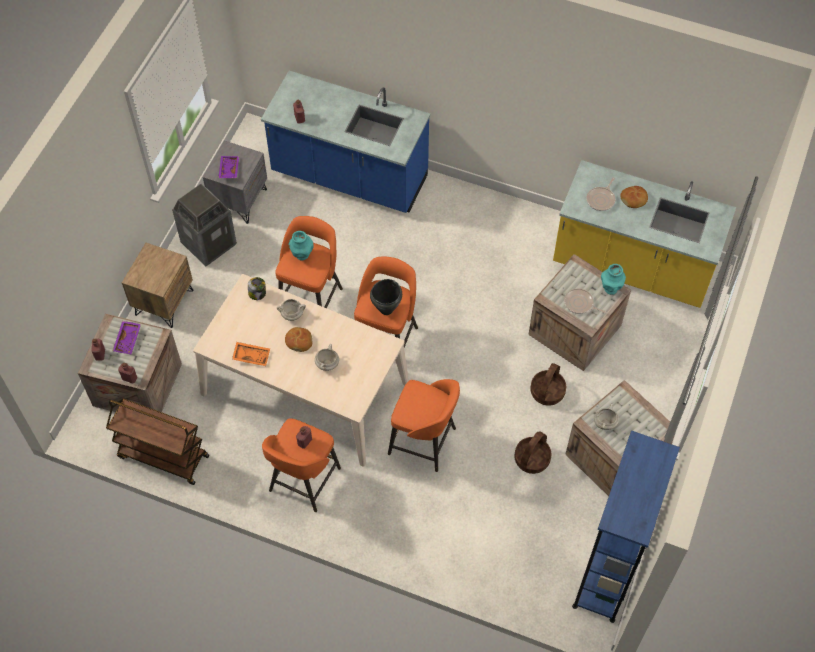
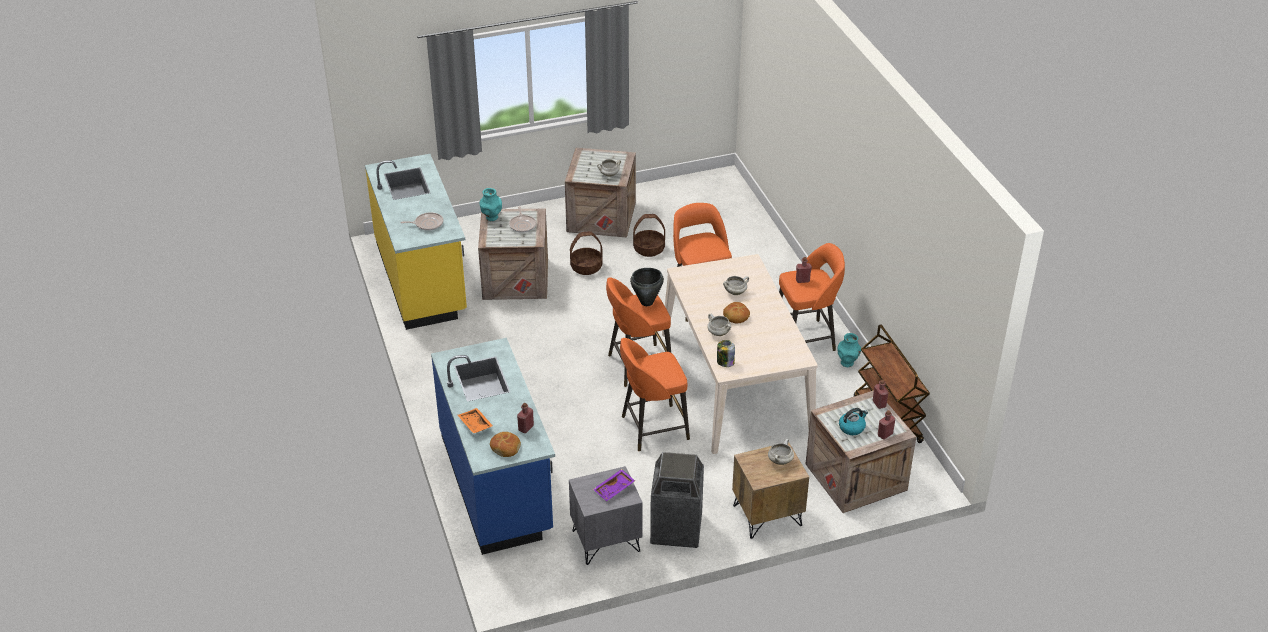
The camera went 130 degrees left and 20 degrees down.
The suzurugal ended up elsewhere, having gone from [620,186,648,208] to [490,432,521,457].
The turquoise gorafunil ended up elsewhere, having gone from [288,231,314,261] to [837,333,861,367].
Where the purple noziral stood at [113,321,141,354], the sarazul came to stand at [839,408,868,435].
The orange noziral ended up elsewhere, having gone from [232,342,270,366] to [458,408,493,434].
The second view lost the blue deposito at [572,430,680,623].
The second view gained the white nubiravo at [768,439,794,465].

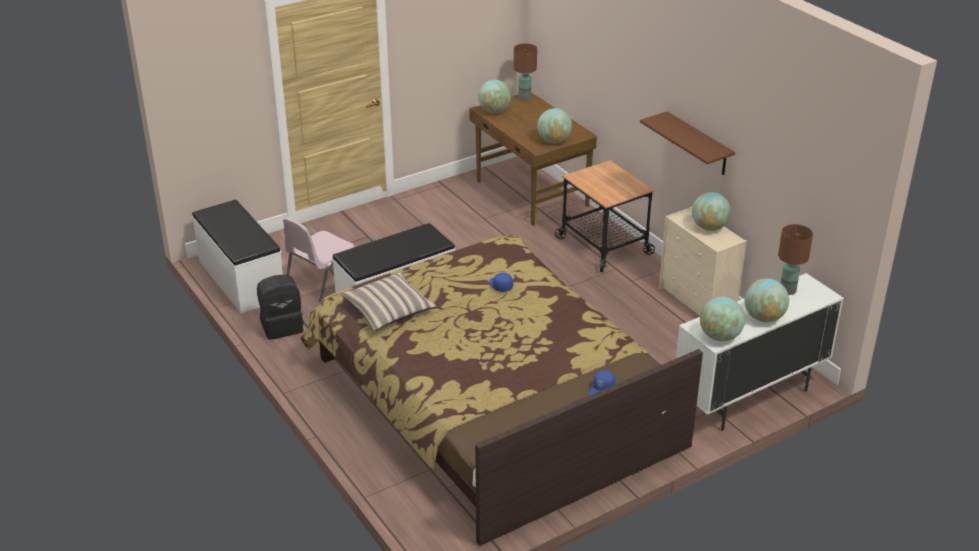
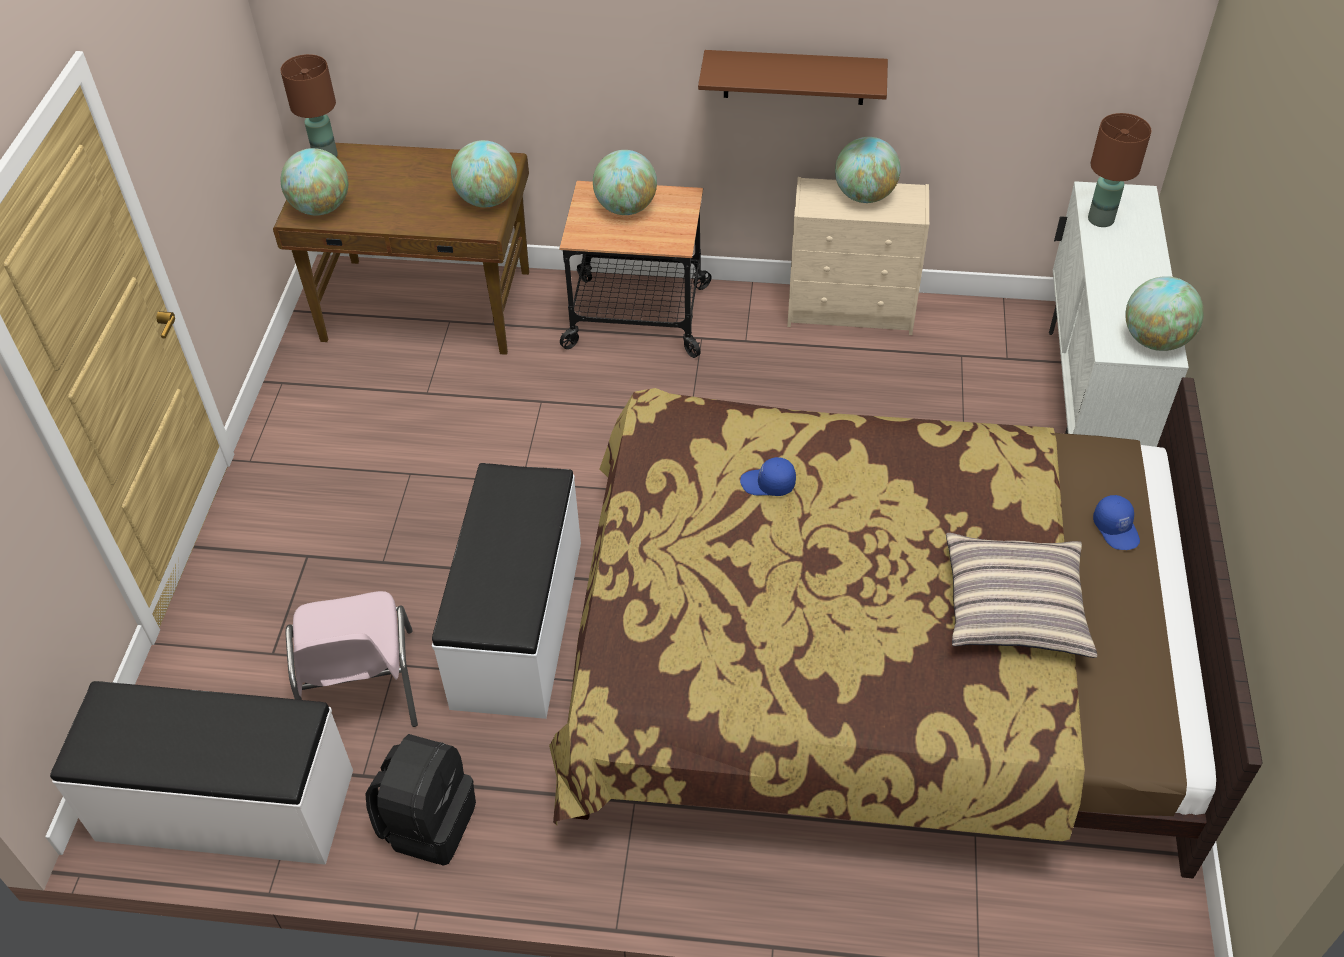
The camera went 50 degrees left and 15 degrees up.
The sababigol ended up elsewhere, having gone from [341,272,437,331] to [946,533,1097,658].
The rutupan ended up elsewhere, having gone from [744,278,789,322] to [593,150,657,215].

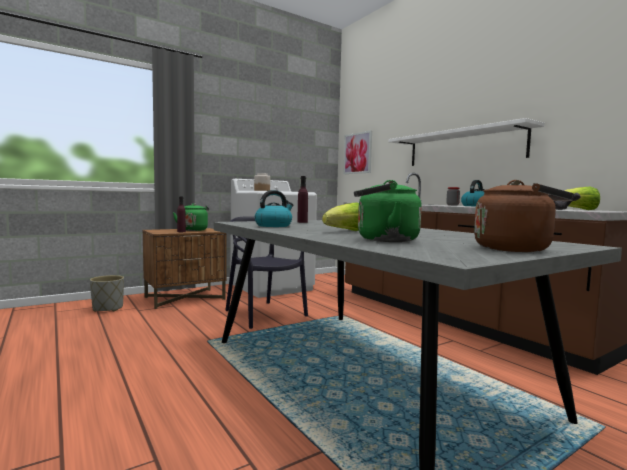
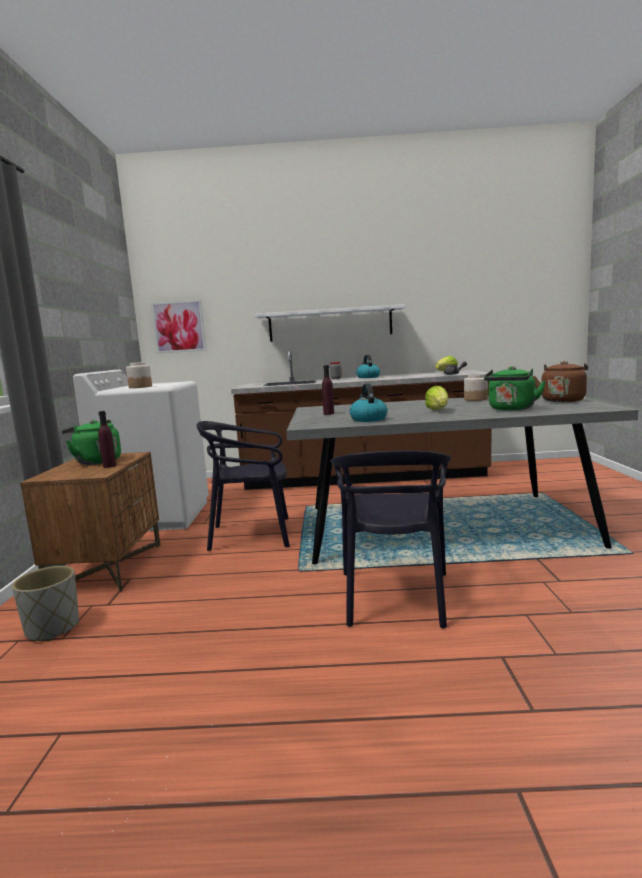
The camera went 55 degrees left and 5 degrees up.
The second view gained the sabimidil at [464,374,488,401].
The second view gained the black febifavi at [330,451,452,628].

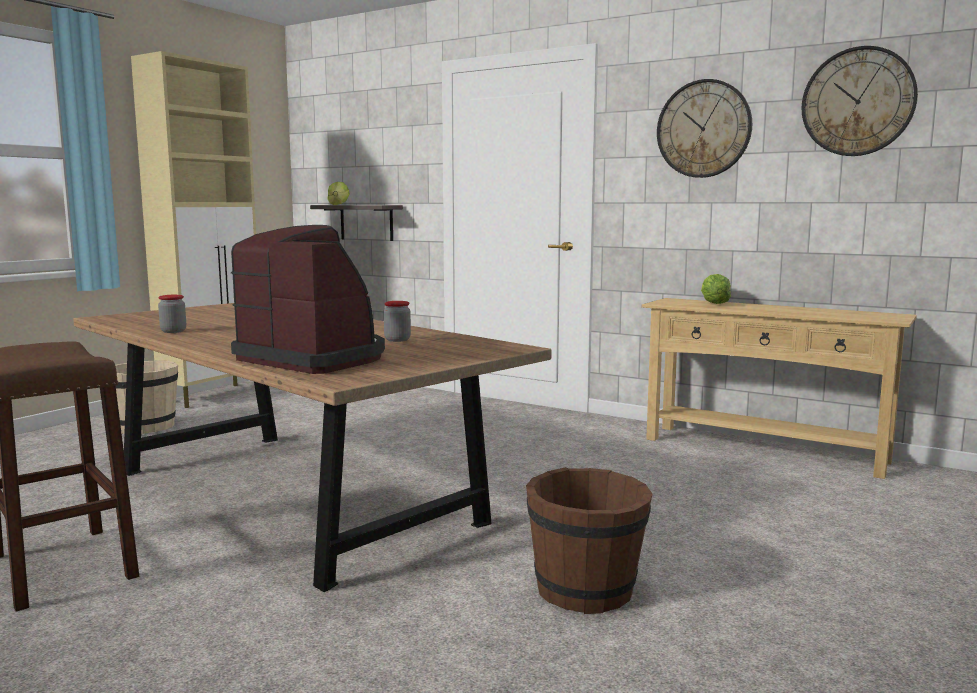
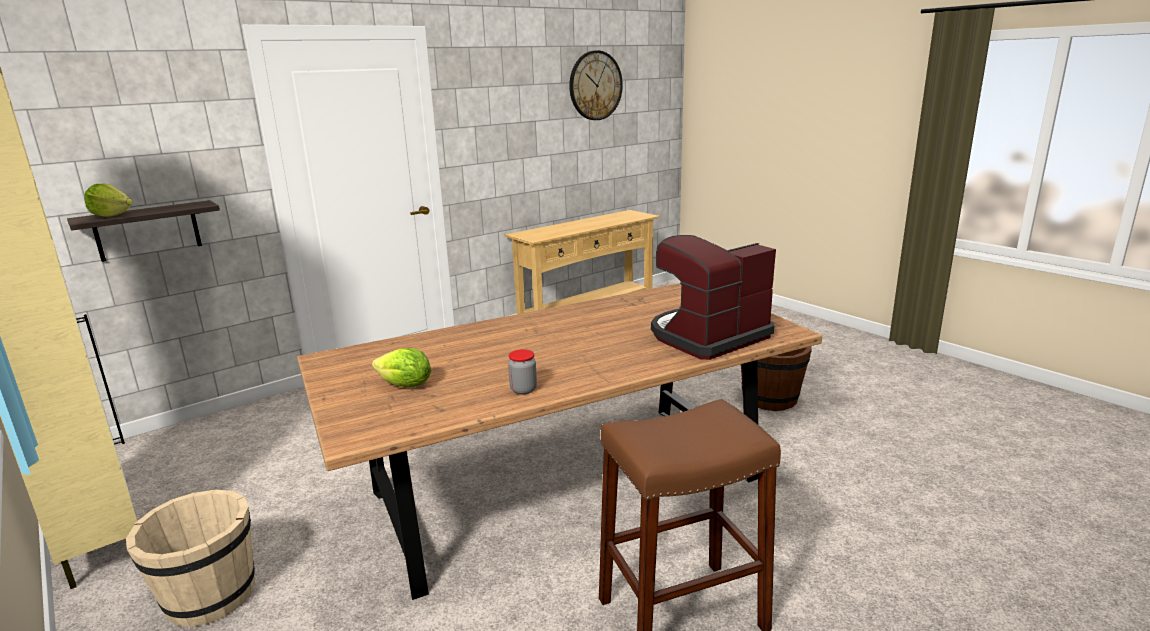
The camera went 70 degrees left and 10 degrees up.
The second view lost the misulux at [657,79,752,178].
The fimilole ended up elsewhere, having gone from [701,274,731,304] to [372,348,431,387].
The second view lost the sabimidil at [384,301,411,342].

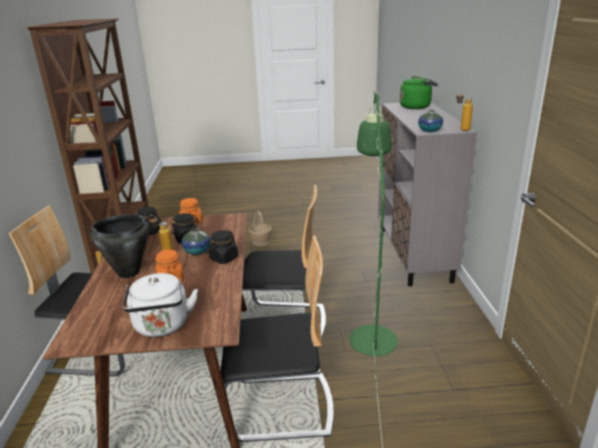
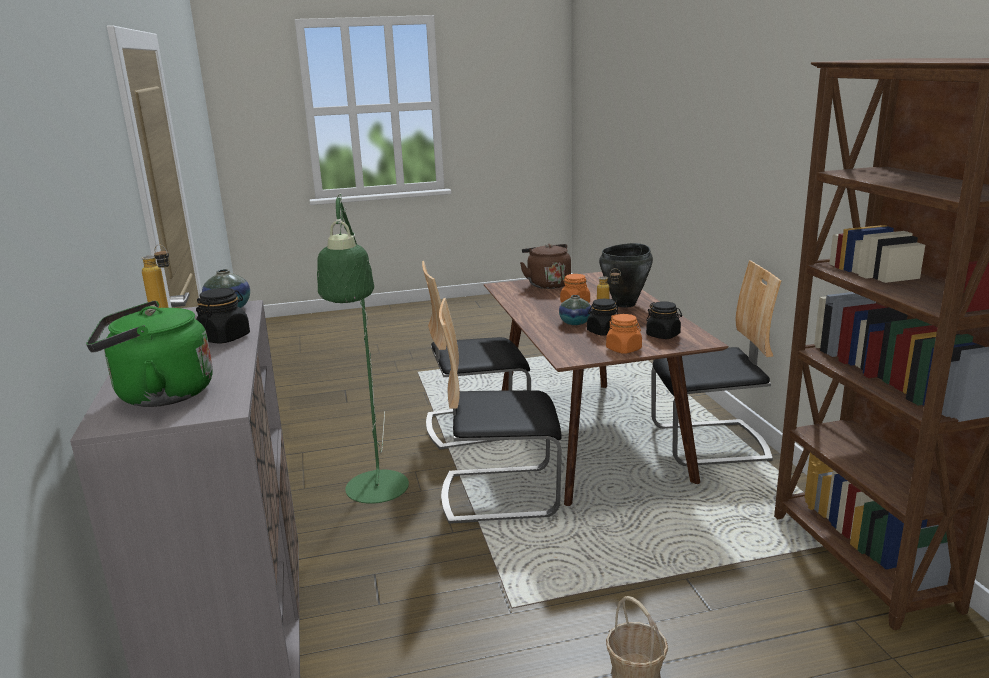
The camera went 170 degrees right and 5 degrees down.
The black sabimidil ended up elsewhere, having gone from [209,230,238,264] to [196,288,250,344].
What was the white sarazul at [122,273,198,337] turned into the brown sarazul at [520,244,571,289].

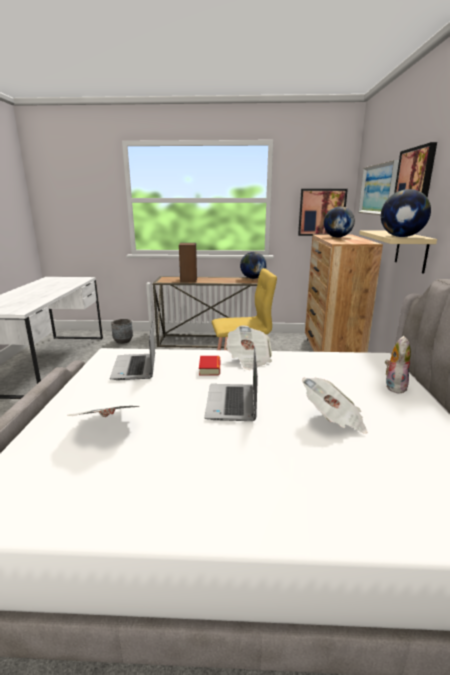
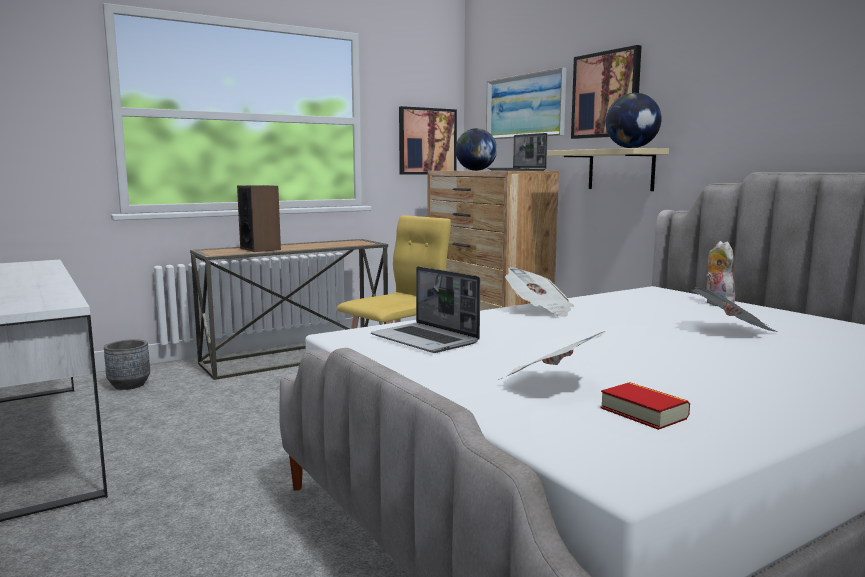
The camera went 35 degrees left and 10 degrees down.
The second view lost the rutupan at [240,252,267,279].
The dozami ended up elsewhere, having gone from [204,347,258,421] to [487,133,547,171].
The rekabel ended up elsewhere, having gone from [199,356,220,376] to [600,382,690,430].

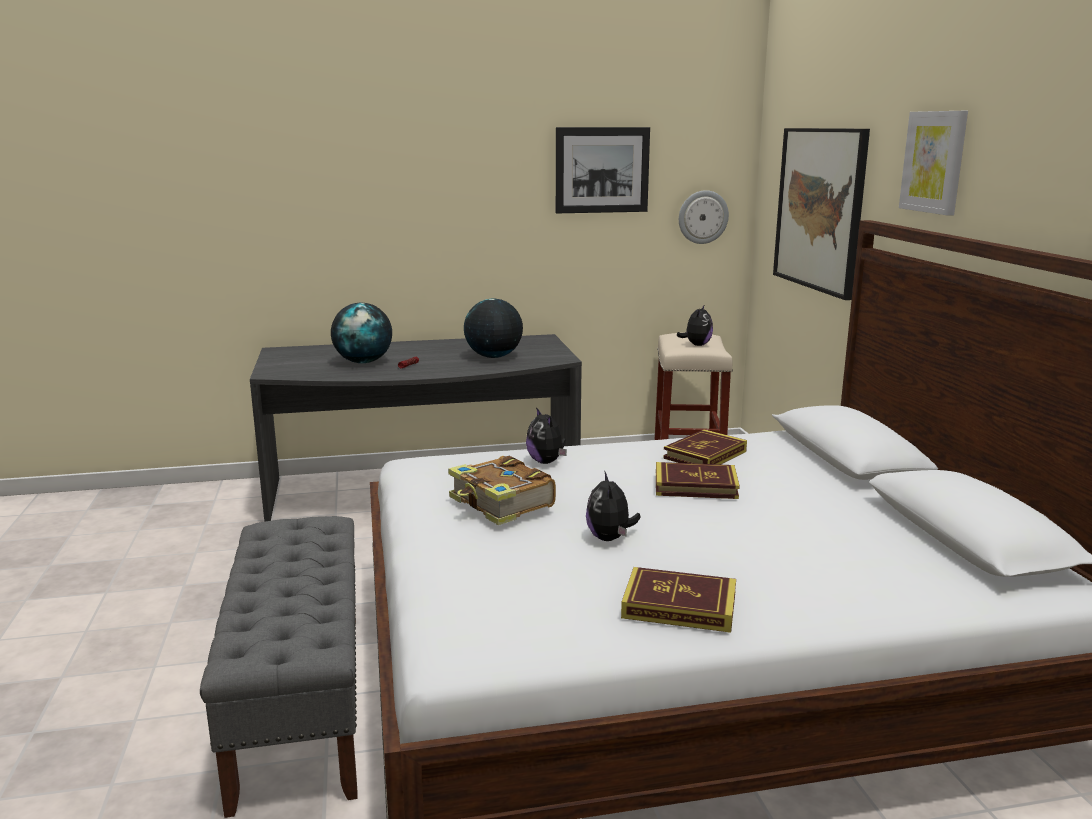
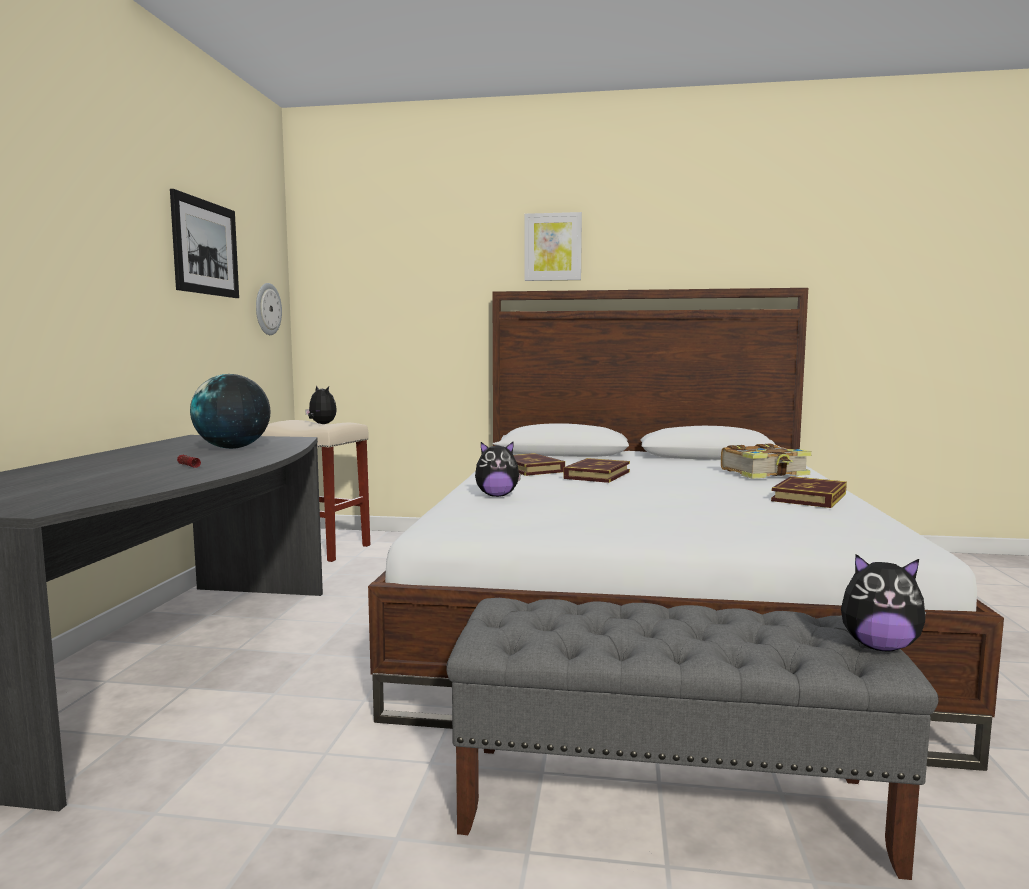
The camera went 70 degrees left and 10 degrees down.
The second view lost the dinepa at [773,128,870,300].
The second view lost the rutupan at [331,303,392,363].
The rekabel ended up elsewhere, having gone from [448,456,556,525] to [721,444,812,479].
The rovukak ended up elsewhere, having gone from [586,471,640,541] to [841,554,926,652].

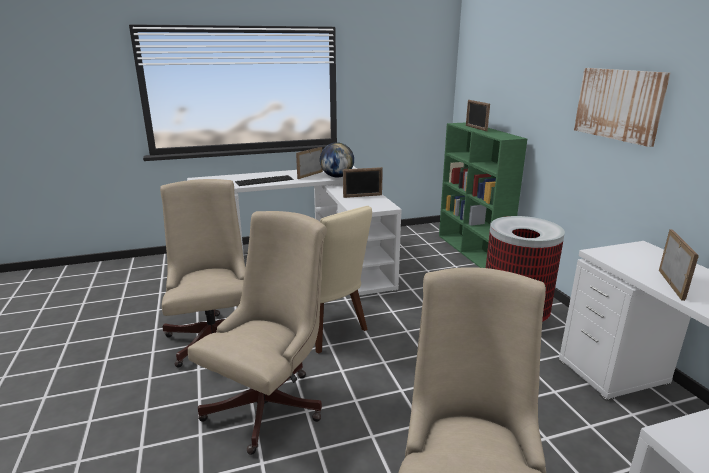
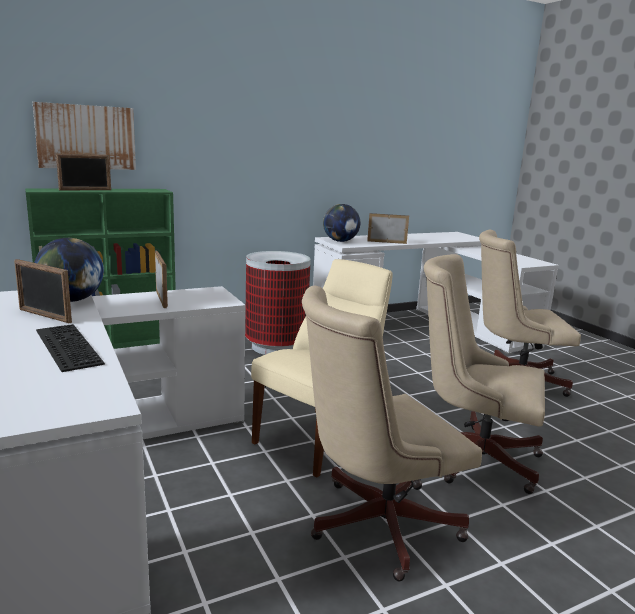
The camera went 100 degrees left and 5 degrees down.
The dinepa ended up elsewhere, having gone from [574,68,670,147] to [33,102,136,170].
The second view gained the rutupan at [323,204,360,242].

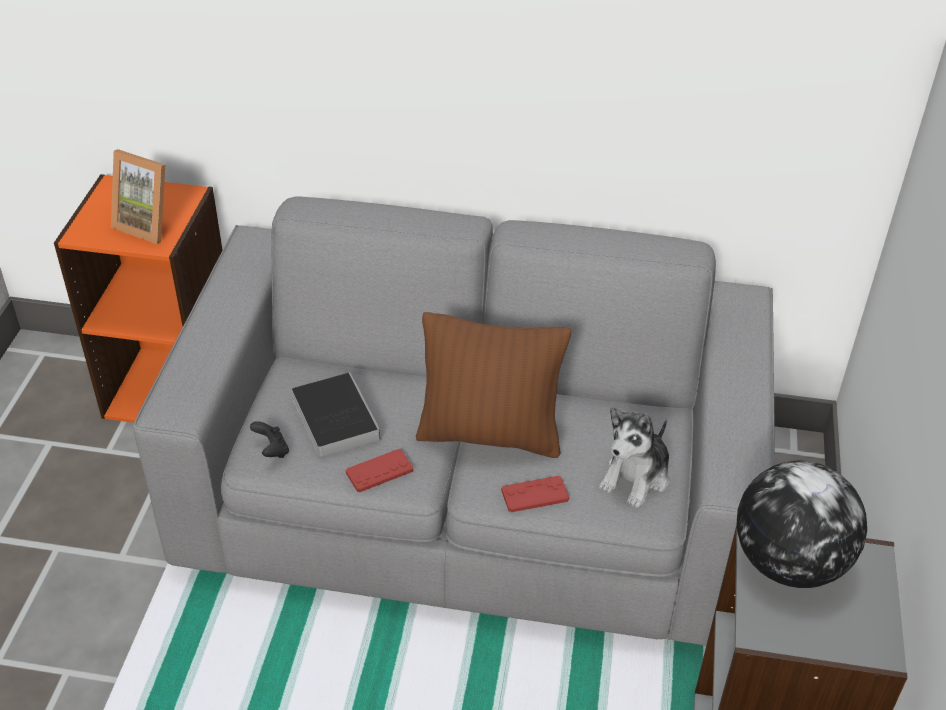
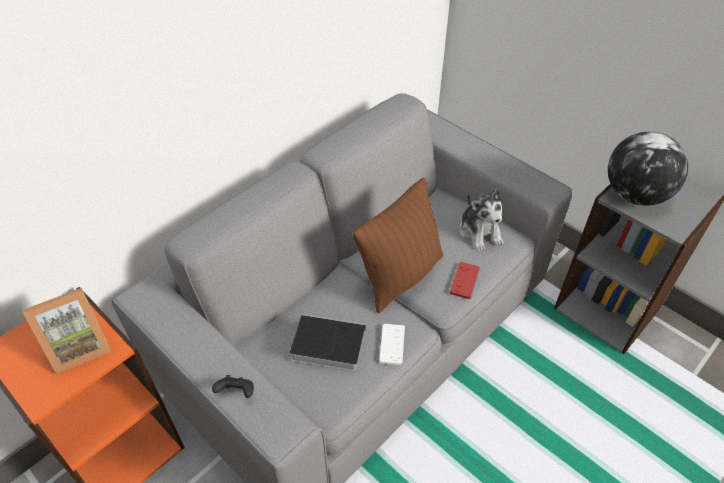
The camera went 55 degrees left and 5 degrees up.
The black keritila ended up elsewhere, having gone from [250,421,289,458] to [212,375,254,398].
What was the red keritila at [346,449,413,492] turned into the white keritila at [379,324,405,365].

